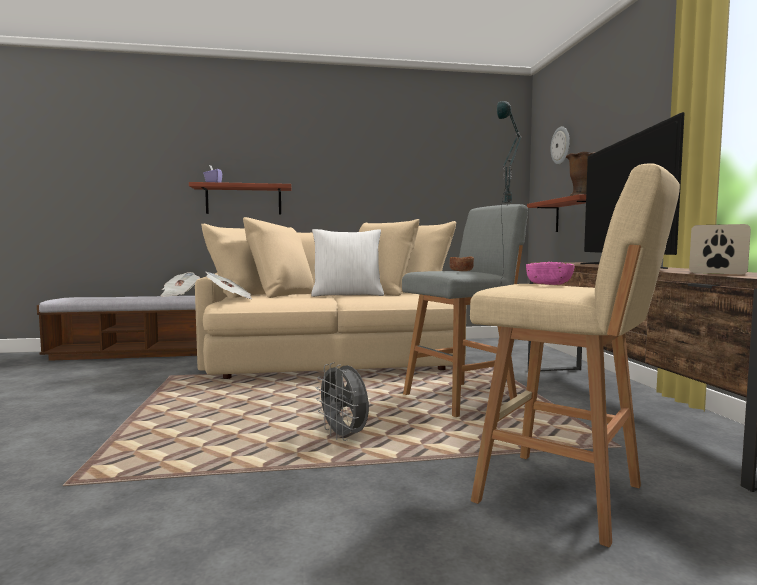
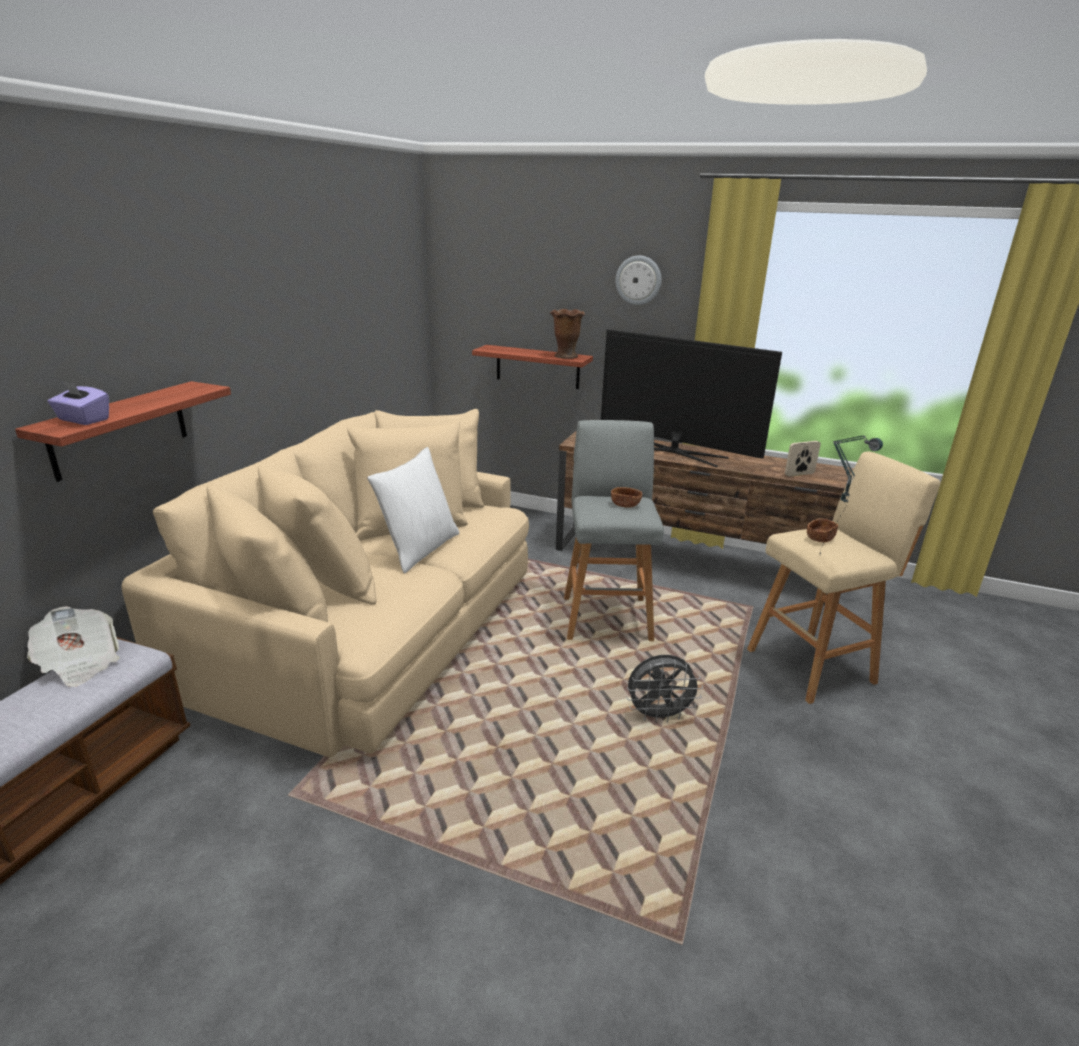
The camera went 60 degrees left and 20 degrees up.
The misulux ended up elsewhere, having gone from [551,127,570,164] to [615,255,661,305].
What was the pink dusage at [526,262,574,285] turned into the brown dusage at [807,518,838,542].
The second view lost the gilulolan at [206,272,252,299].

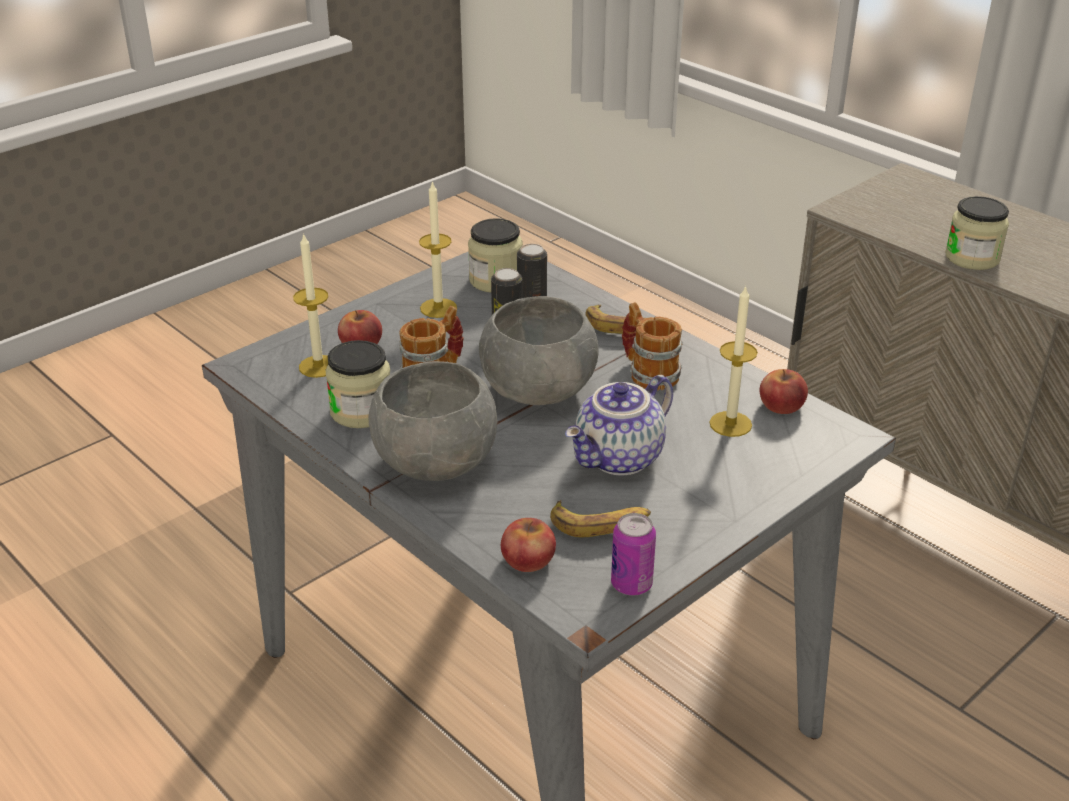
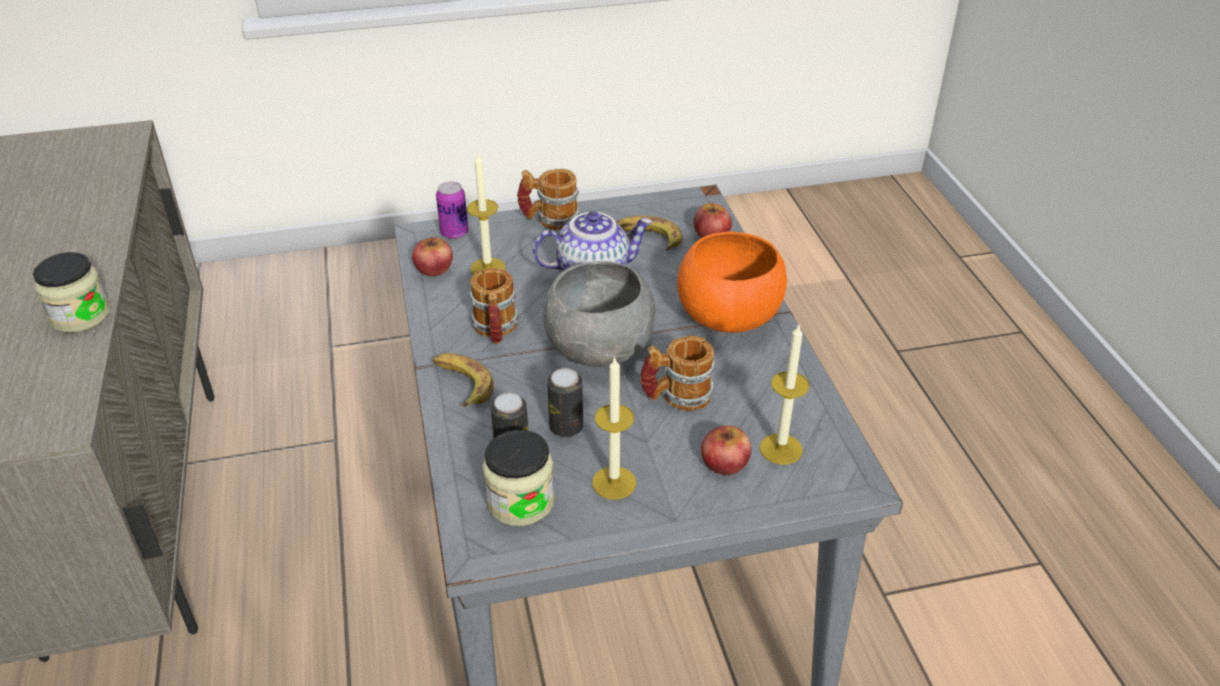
The camera went 150 degrees left and 5 degrees up.
The second view lost the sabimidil at [326,340,390,428].
What was the grey dusage at [368,361,497,481] turned into the orange dusage at [677,231,787,333].
The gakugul ended up elsewhere, having gone from [611,513,656,596] to [436,181,468,239].
The second view gained the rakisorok at [517,169,581,230].

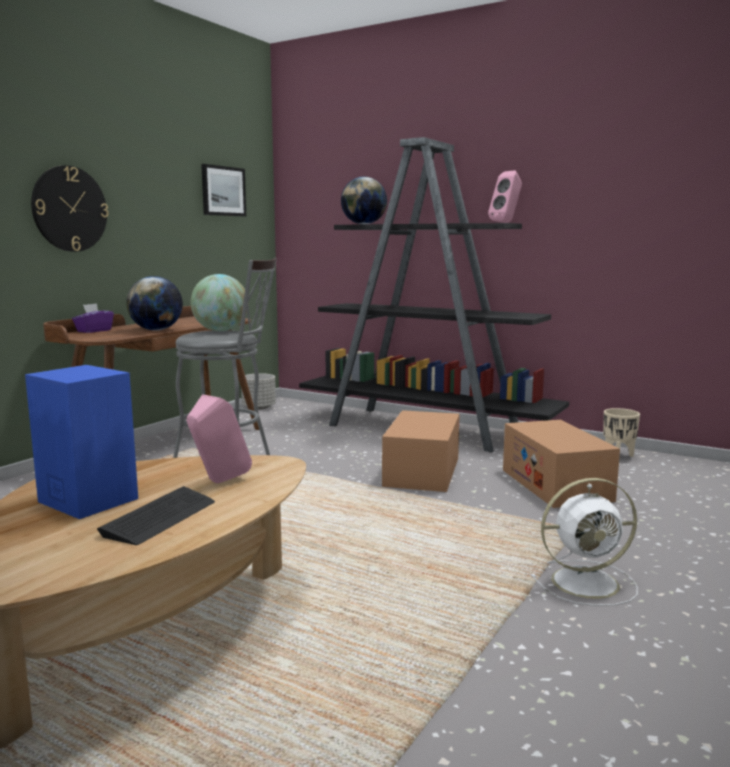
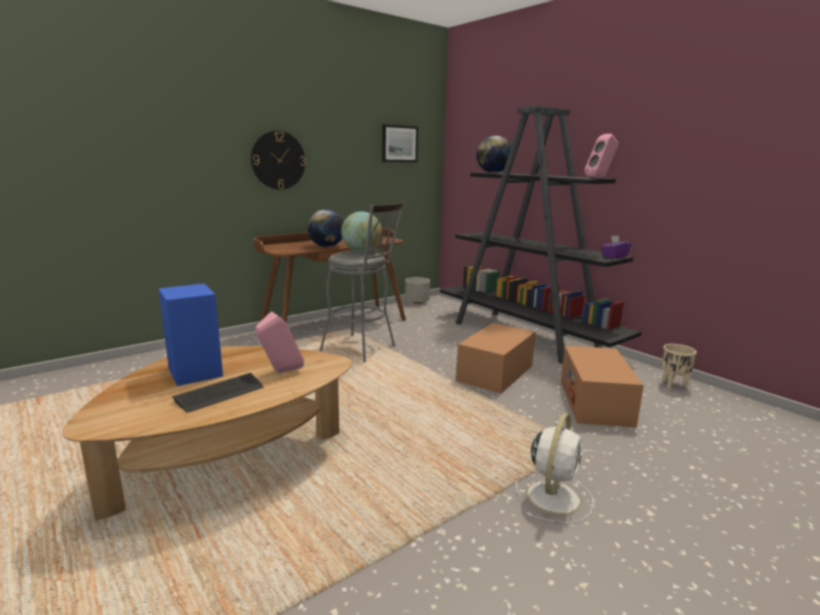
The camera went 20 degrees right and 5 degrees up.
The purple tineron ended up elsewhere, having gone from [72,303,114,333] to [601,235,631,259].
The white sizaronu at [530,478,638,606] ended up facing another way, 75 degrees counterclockwise from before.

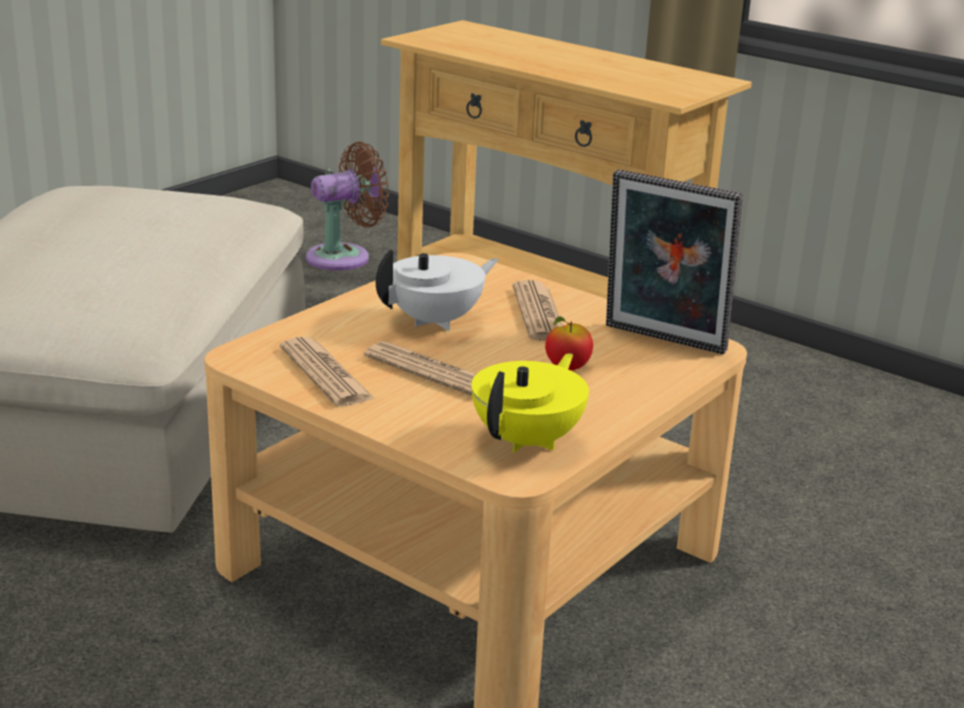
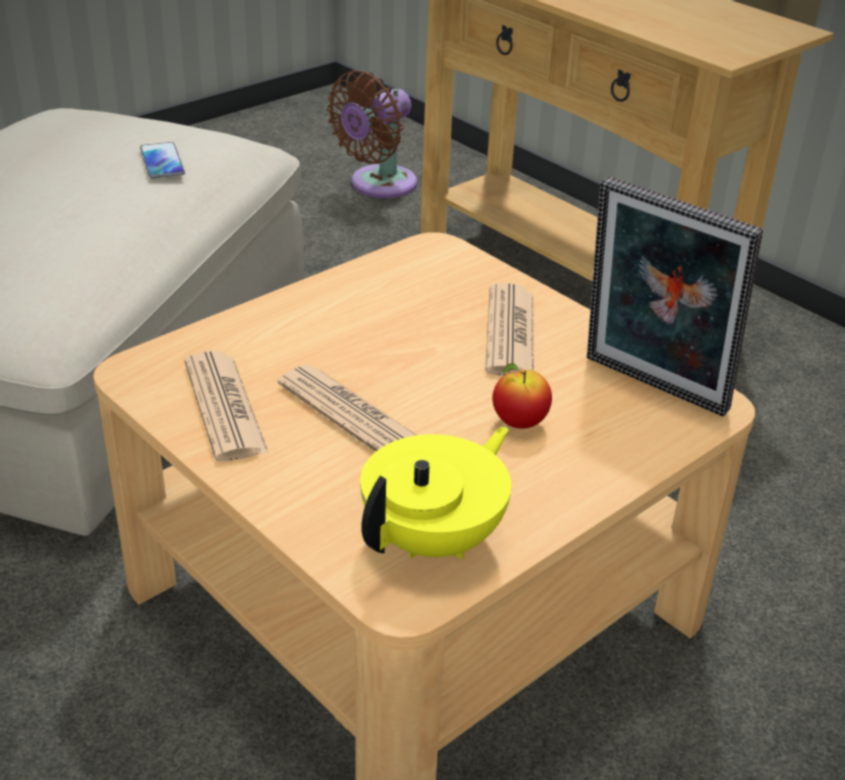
The camera went 10 degrees right and 10 degrees up.
The brown sizaronu at [306,141,389,271] ended up facing another way, 150 degrees clockwise from before.
The second view lost the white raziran at [376,249,499,331].
The second view gained the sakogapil at [140,142,185,179].

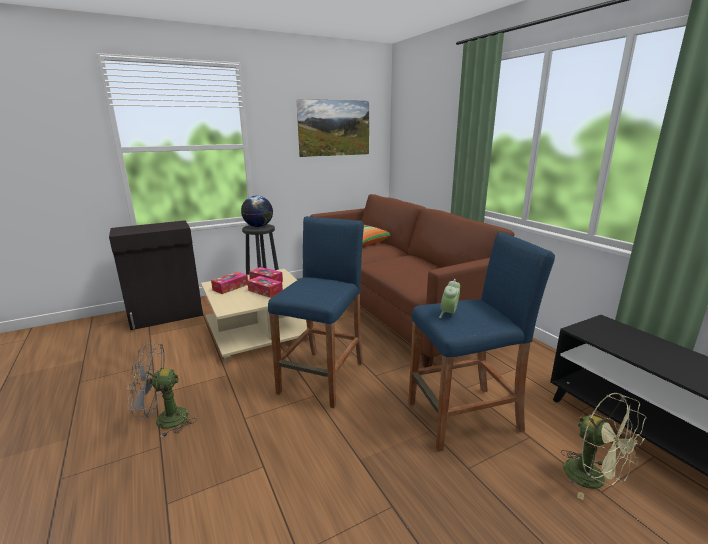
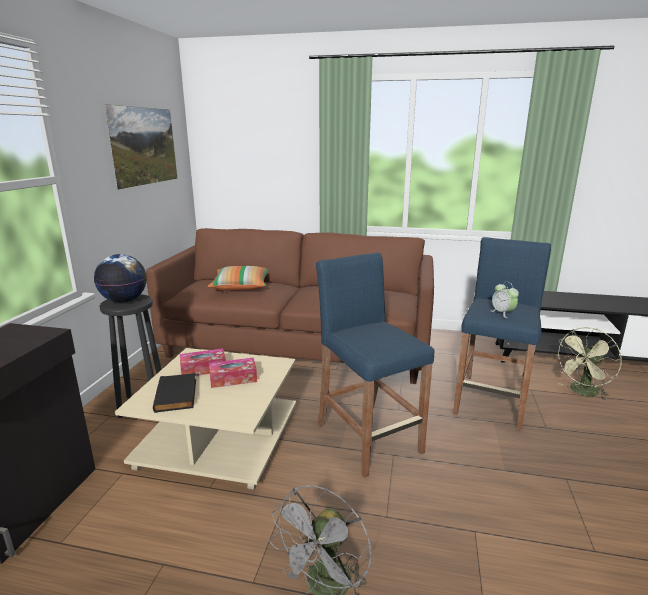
The camera went 50 degrees left and 0 degrees up.
Where the tineron stood at [211,272,248,294], the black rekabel came to stand at [153,373,196,413].
The green sizaronu at [561,393,647,500] ended up facing another way, 135 degrees clockwise from before.

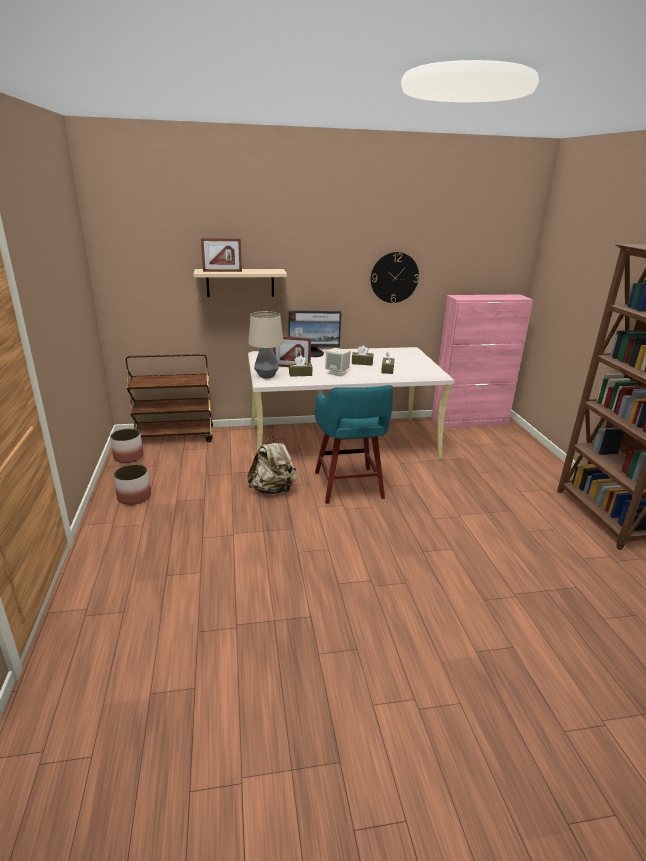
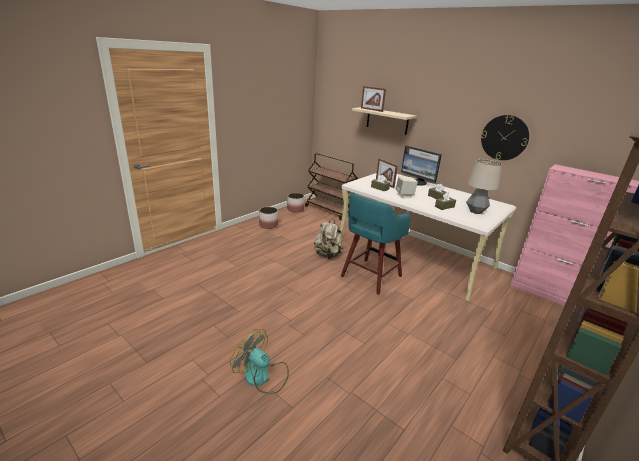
The camera went 50 degrees right and 0 degrees up.
The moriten ended up elsewhere, having gone from [248,311,284,378] to [466,159,502,214].
The second view gained the sizaronu at [230,329,289,394].

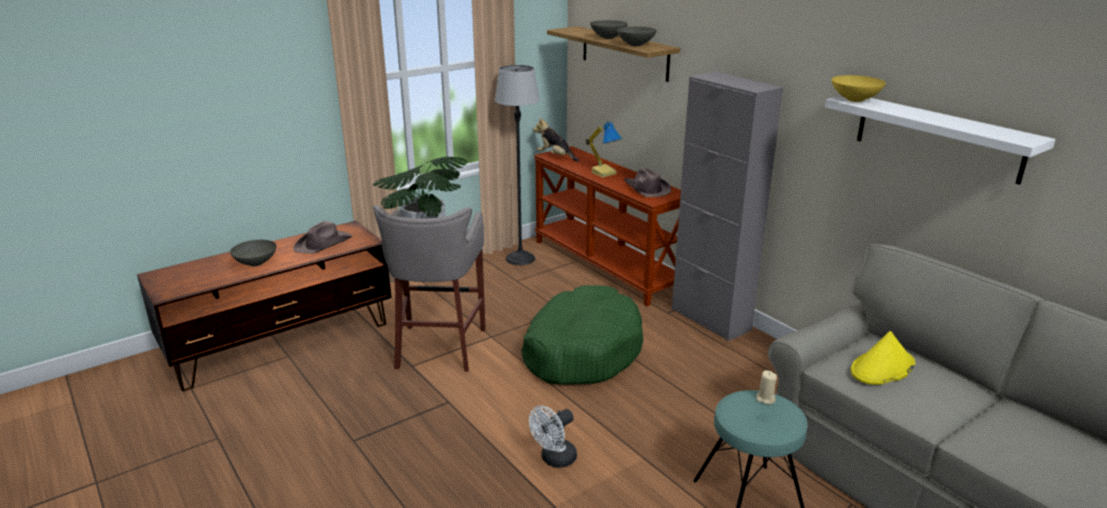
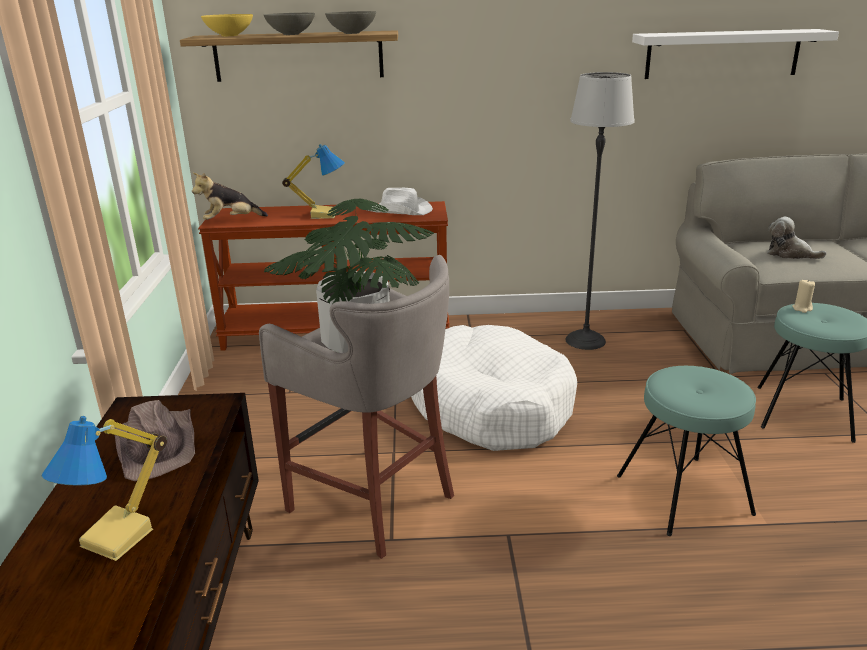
The camera went 55 degrees left and 0 degrees up.
The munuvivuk ended up elsewhere, having gone from [495,65,540,265] to [565,72,635,350].
The second view lost the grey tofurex at [672,72,783,341].
The yellow dusage ended up elsewhere, having gone from [832,75,886,102] to [201,14,253,36].
What was the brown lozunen at [624,168,671,197] turned into the white lozunen at [367,188,433,215].
Where the grey dusage stood at [230,240,276,266], the moriten came to stand at [41,416,167,561].
What was the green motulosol at [521,285,643,385] turned into the white motulosol at [411,325,577,451].
Where the yellow lozunen stood at [851,331,915,385], the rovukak came to stand at [767,217,827,259].
Where the white sizaronu stood at [529,406,577,468], the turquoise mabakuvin came to stand at [617,366,756,536].

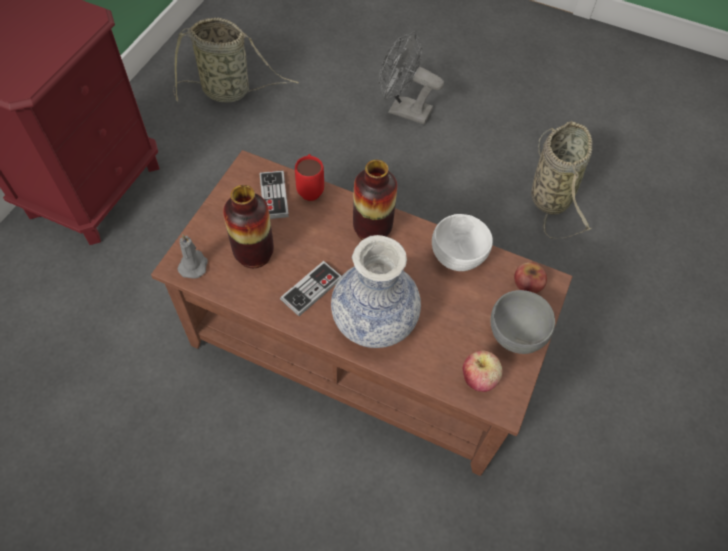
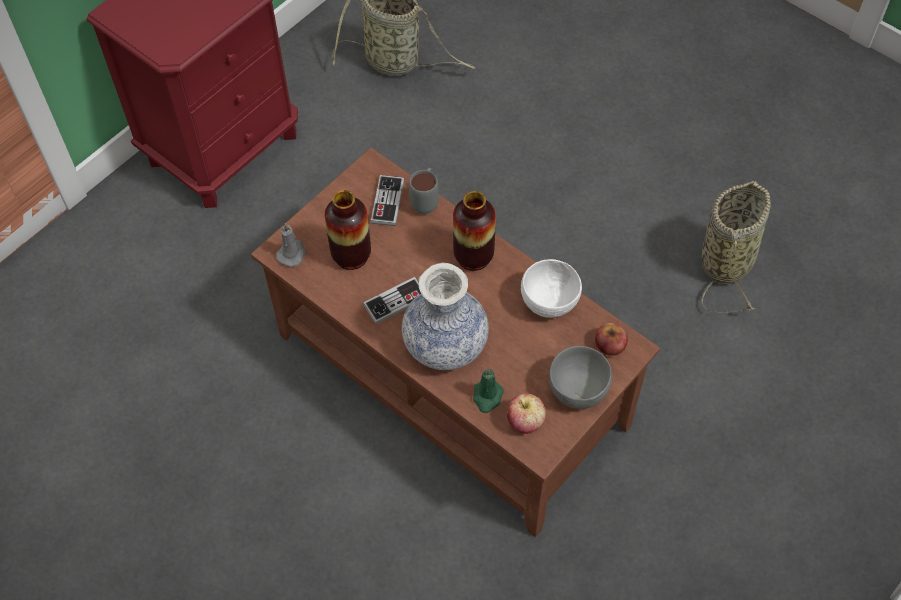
The camera went 20 degrees right and 0 degrees up.
The second view lost the grey sizaronu at [379,31,444,125].
What was the red rakisorok at [295,154,324,201] turned into the grey rakisorok at [409,168,439,215].
The second view gained the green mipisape at [473,368,504,413].

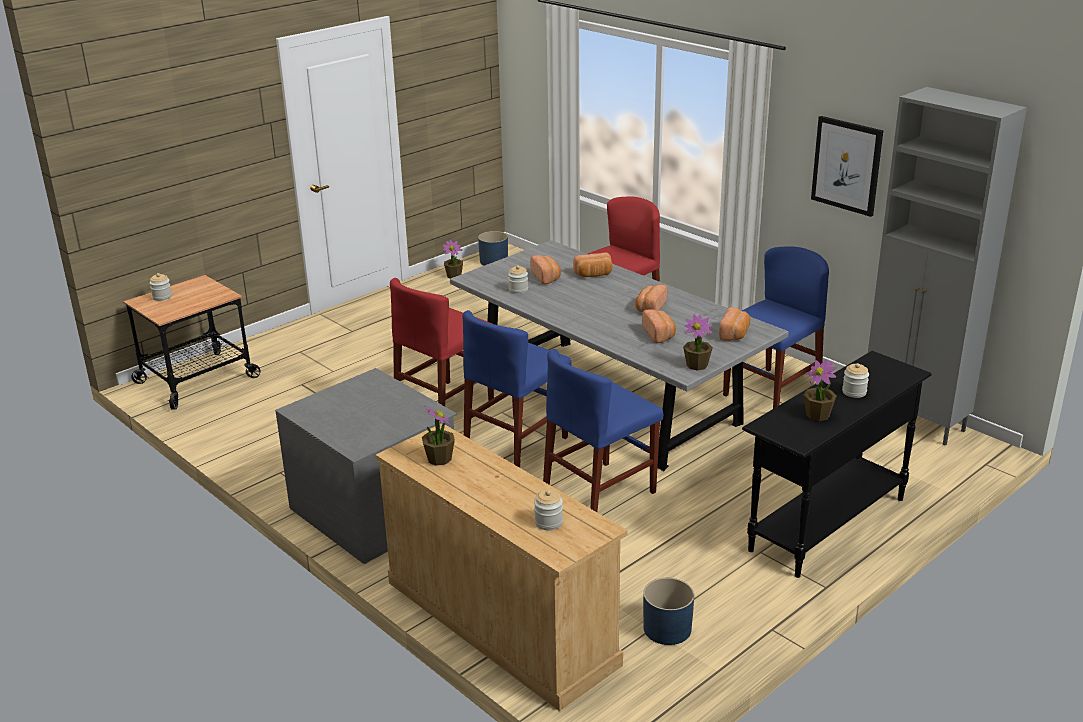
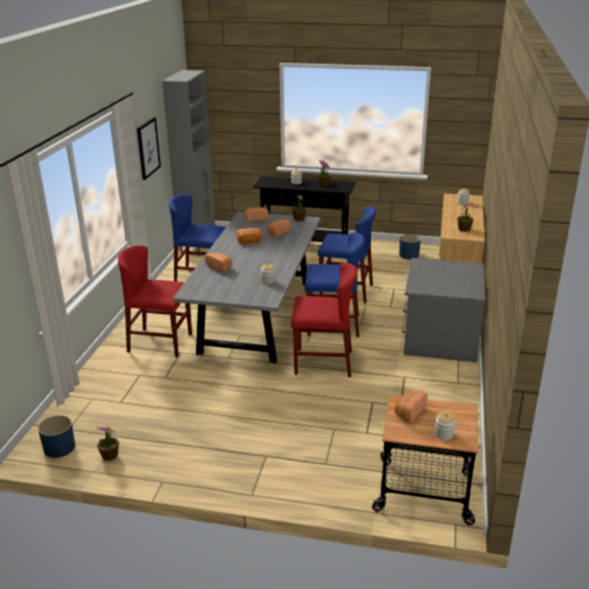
The camera went 125 degrees left and 0 degrees up.
The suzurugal ended up elsewhere, having gone from [530,255,561,284] to [395,391,428,423].

